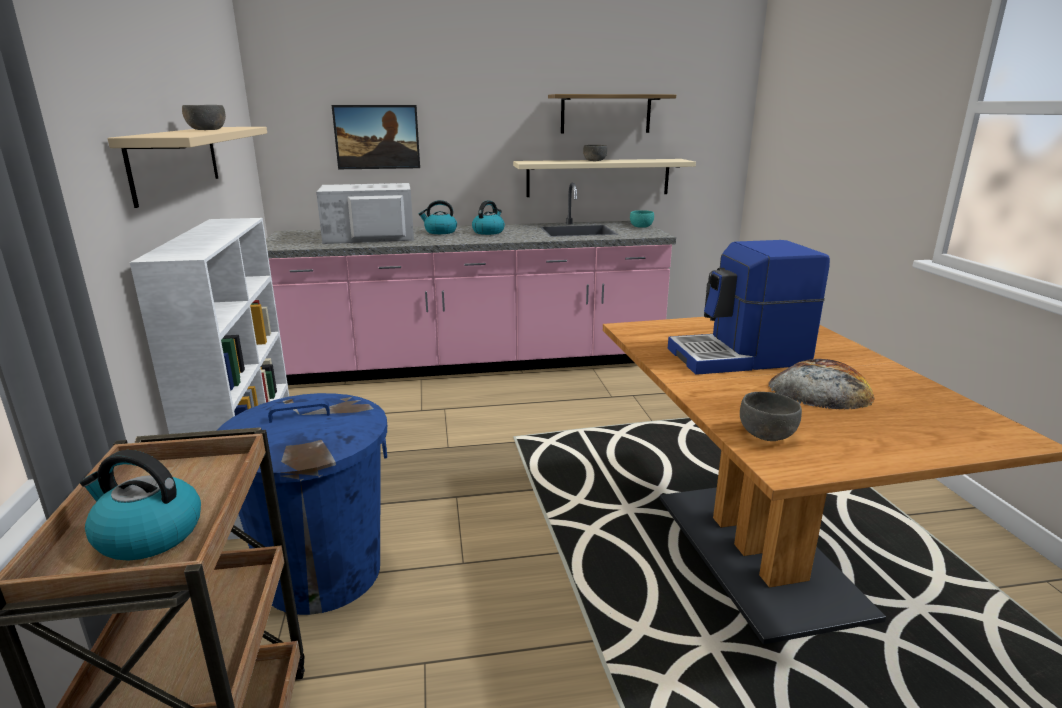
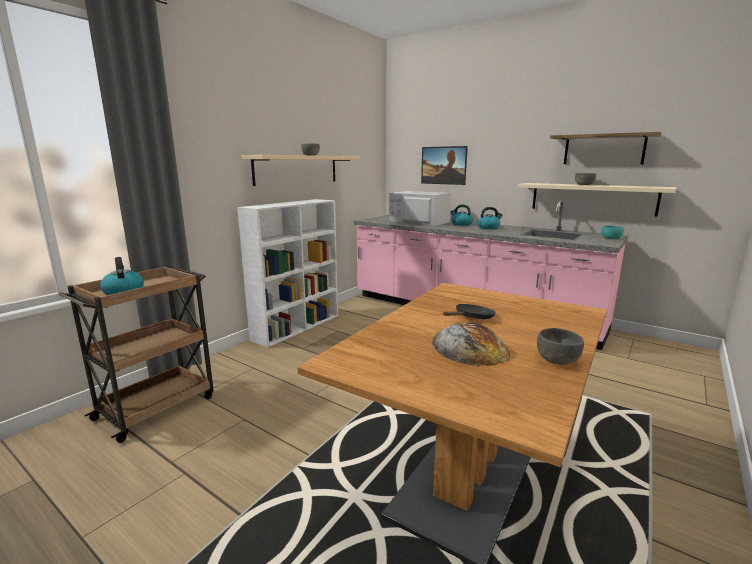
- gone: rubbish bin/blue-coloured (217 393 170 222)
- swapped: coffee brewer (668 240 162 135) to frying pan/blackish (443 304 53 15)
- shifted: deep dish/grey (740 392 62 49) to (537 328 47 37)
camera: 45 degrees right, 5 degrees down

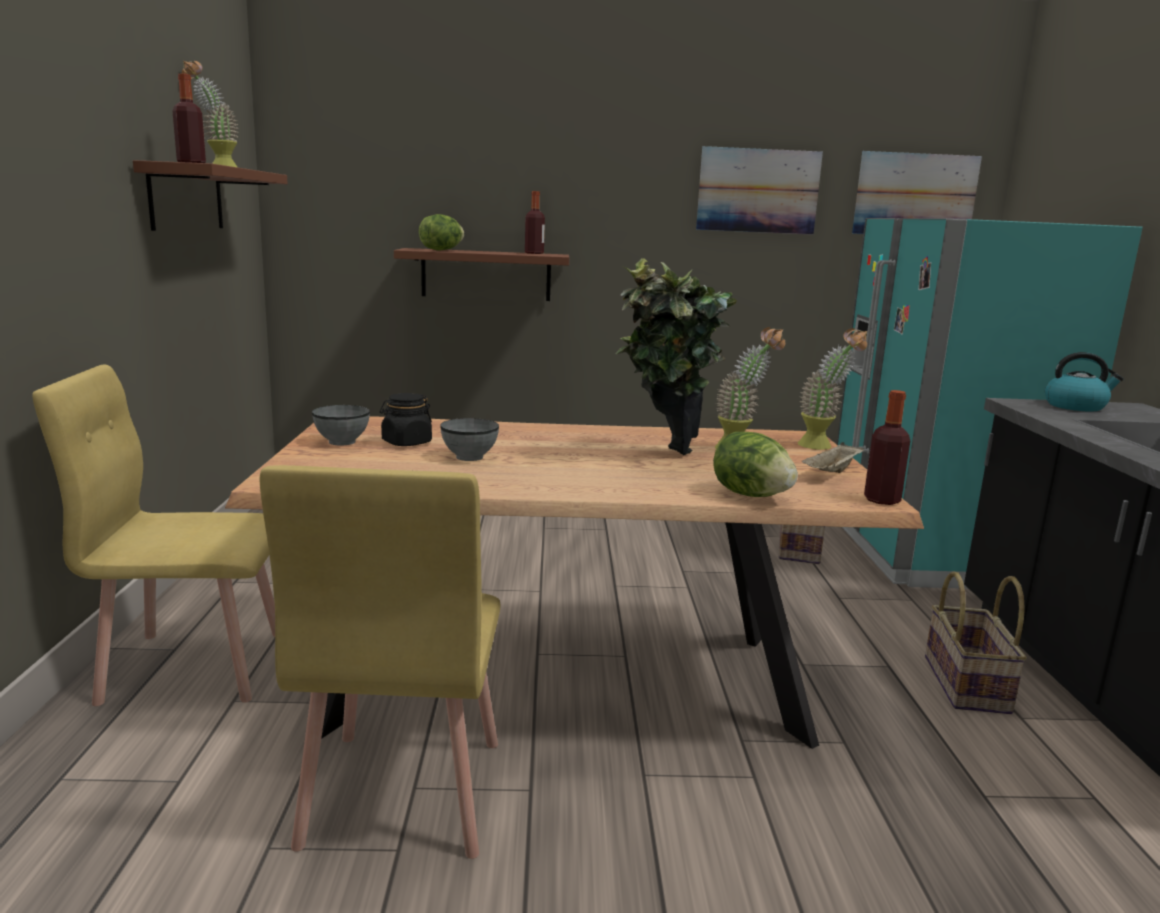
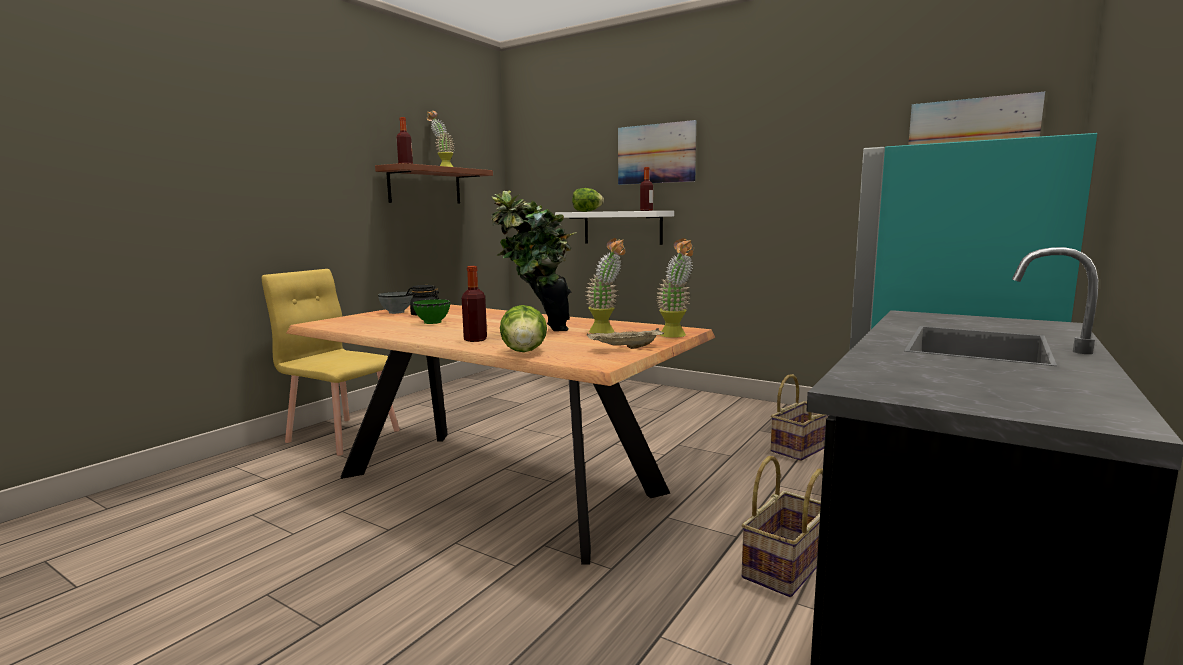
- gone: plain chair/yellowish (260 465 241 394)
- repainted: wall shelf/brownish (394 248 175 53) to wall shelf/white (555 211 119 34)
- repainted: deep dish/grey (440 418 59 43) to deep dish/green (413 299 37 25)
- shifted: wall picture (696 146 127 89) to (618 120 78 65)
- shifted: drink bottle (864 390 46 115) to (462 266 25 76)
- gone: kettle (1045 352 79 60)
camera: 35 degrees right, 5 degrees down

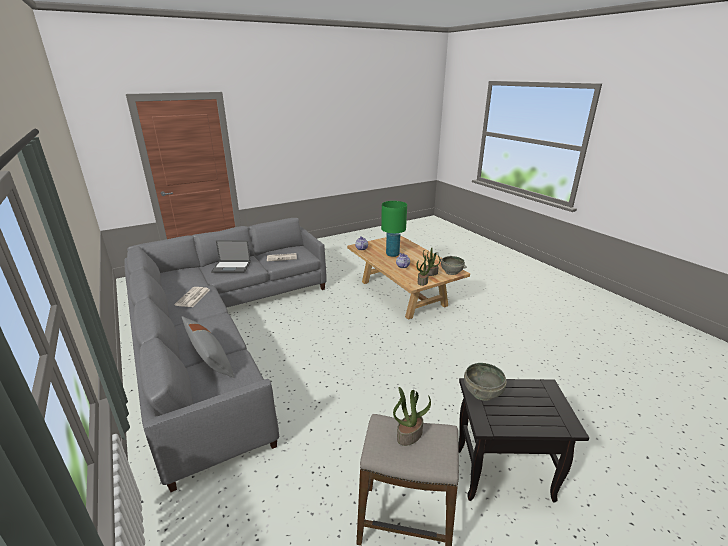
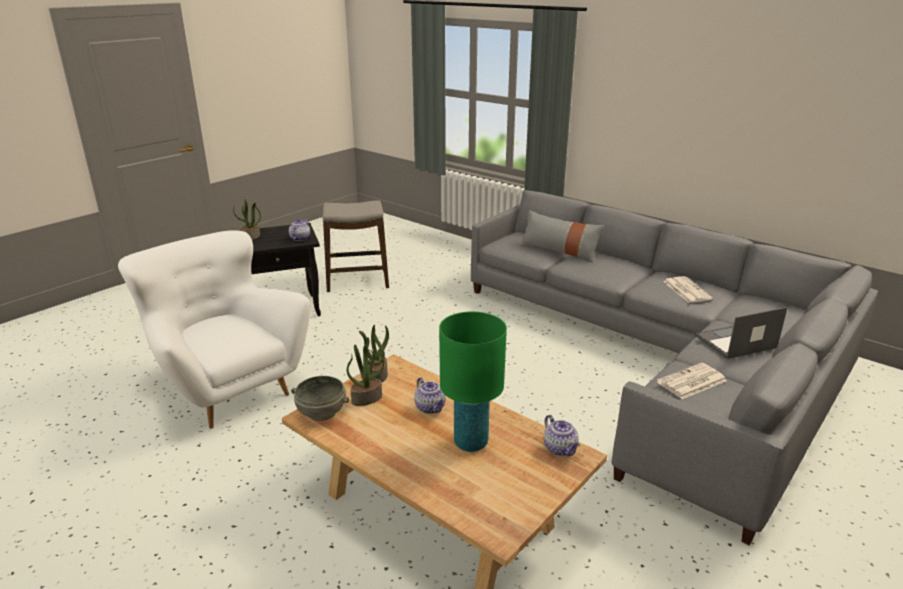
- shifted: plant in a pot (393 387 38 59) to (233 199 28 41)
- swapped: deep dish/grey (464 363 43 38) to pot for tea (289 219 21 22)
- new: armchair/white (118 231 192 198)
camera: 160 degrees right, 0 degrees up

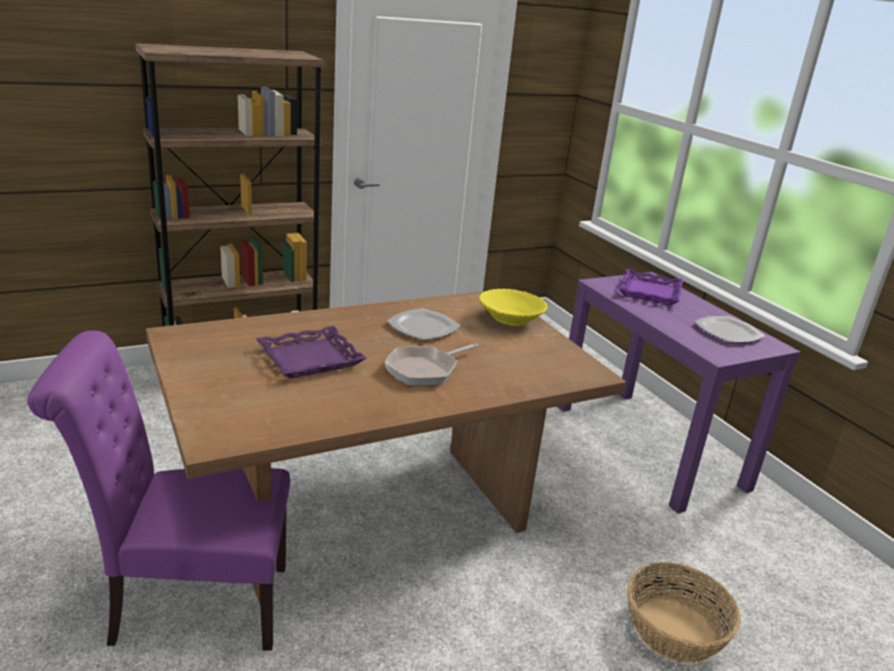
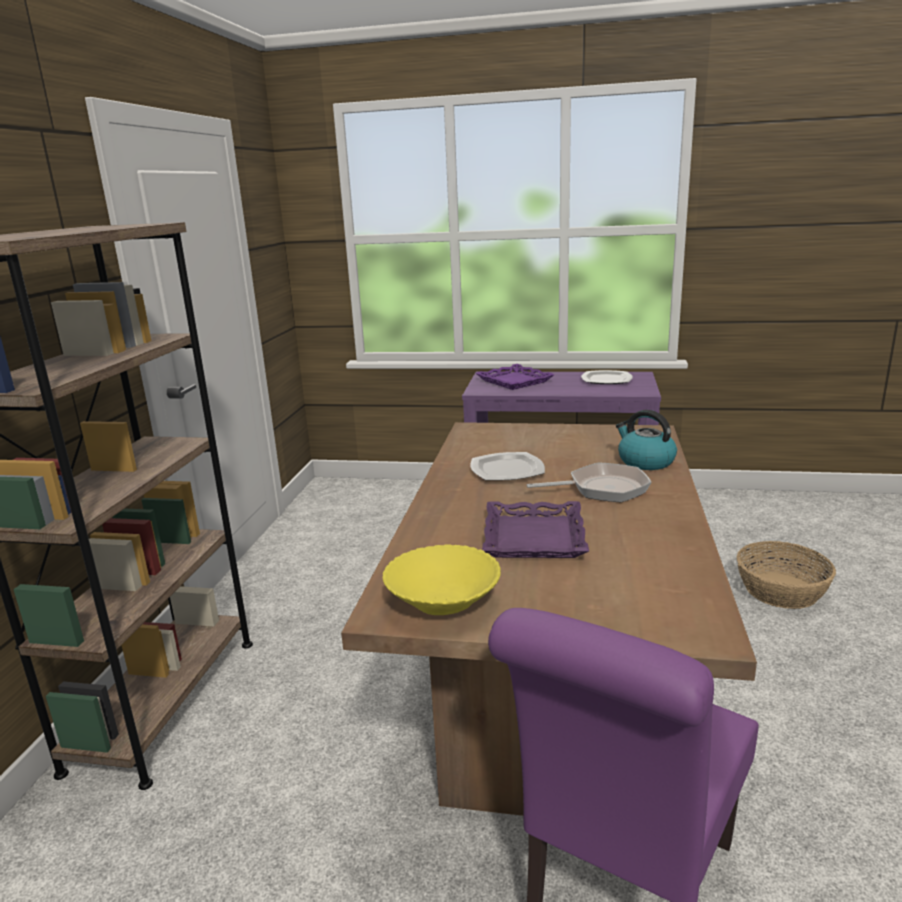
- rotated: frying pan (384 343 94 43) = (527 462 125 40) 90 degrees counterclockwise
- shifted: deep dish/yellowish (479 289 69 37) to (382 544 119 71)
- new: kettle (616 410 61 60)
camera: 50 degrees left, 5 degrees down

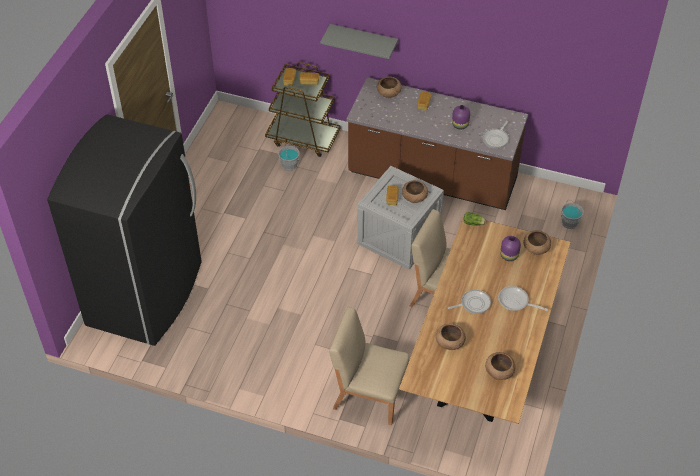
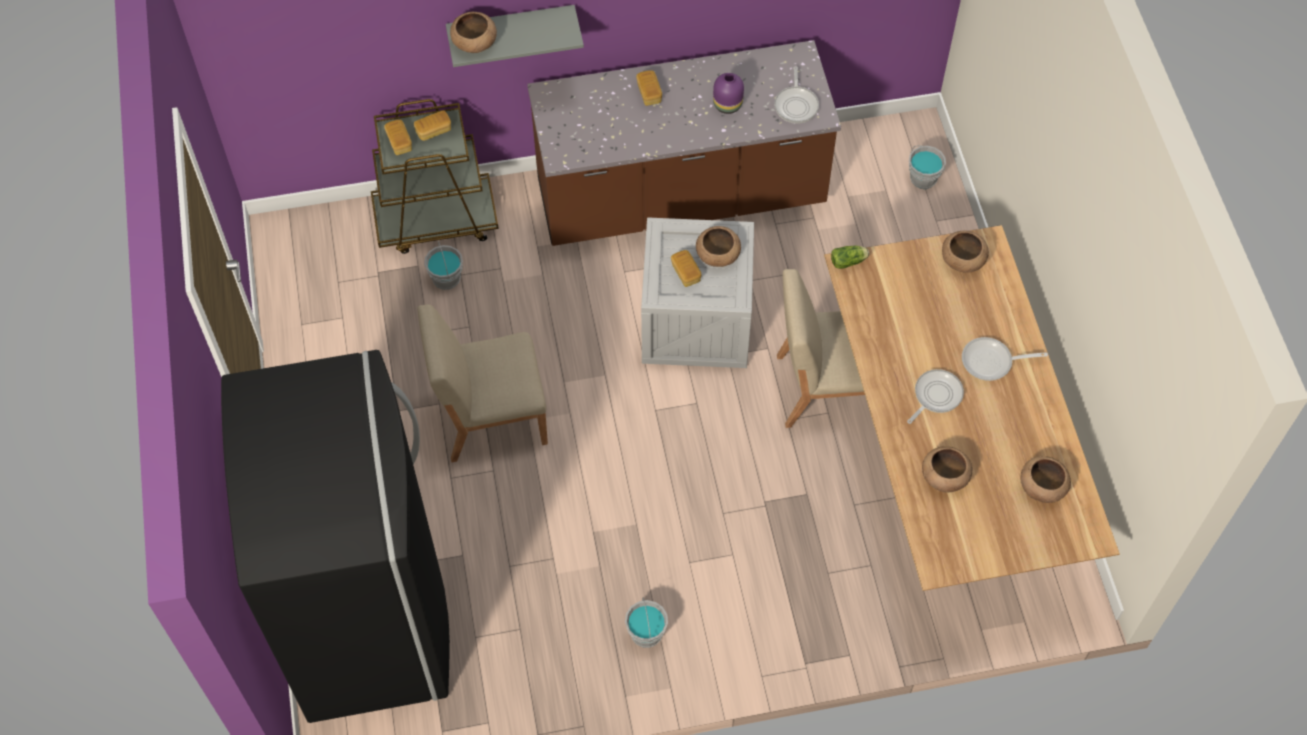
- shifted: plain chair/beige-coloured (329 307 81 118) to (417 304 131 158)
- shifted: deep dish/brownish (377 76 25 22) to (450 12 47 41)
- gone: vase/purple (500 236 21 25)
- new: pail/grey (625 597 43 51)
camera: 30 degrees left, 10 degrees up

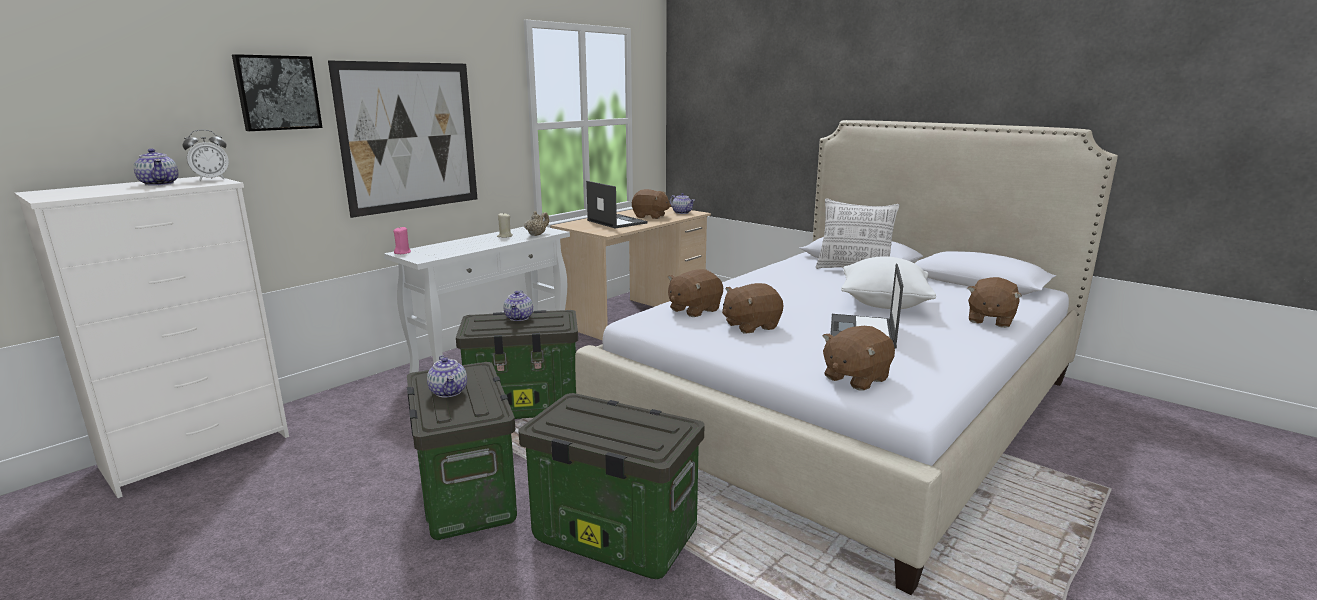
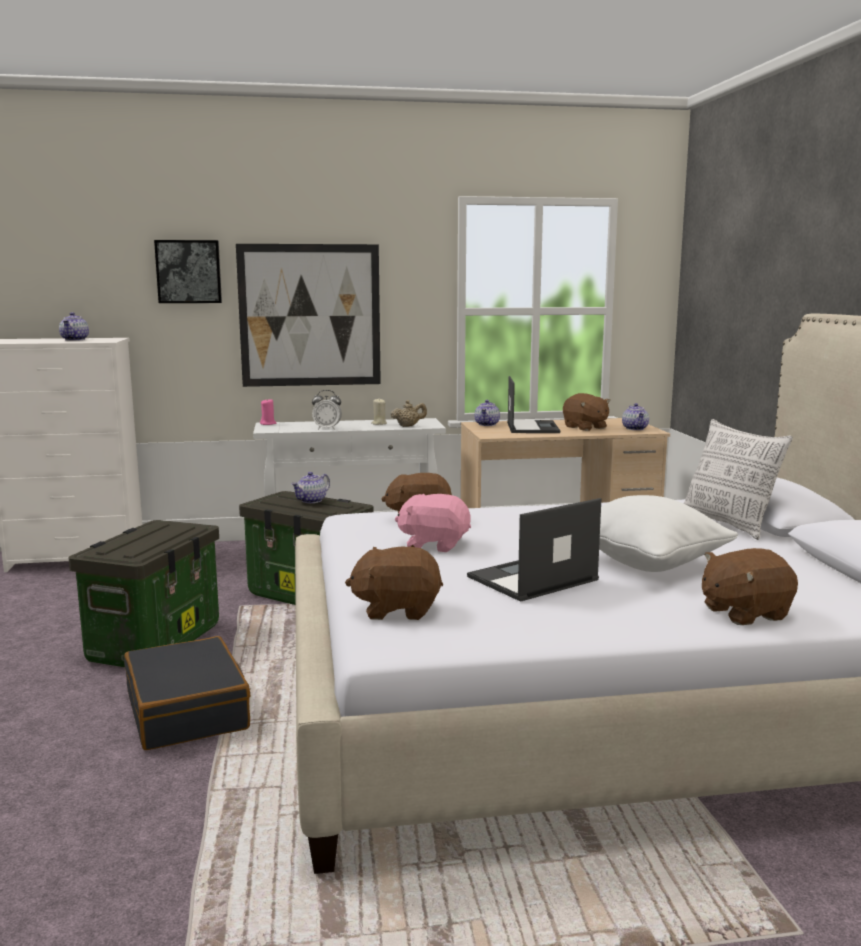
- shifted: table clock (182 130 47 51) to (312 390 30 40)
- shifted: pot for tea (427 355 40 43) to (474 400 26 26)
- swapped: storage container (518 393 186 186) to suitcase/blackish (124 636 126 114)
- repainted: soft toy/brownish (722 283 61 50) to soft toy/pink (395 494 76 58)
camera: 40 degrees right, 5 degrees down

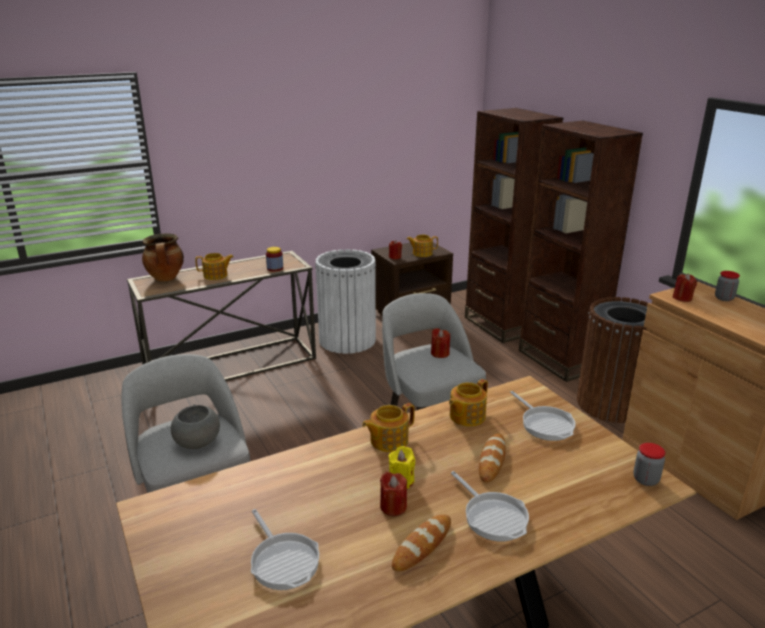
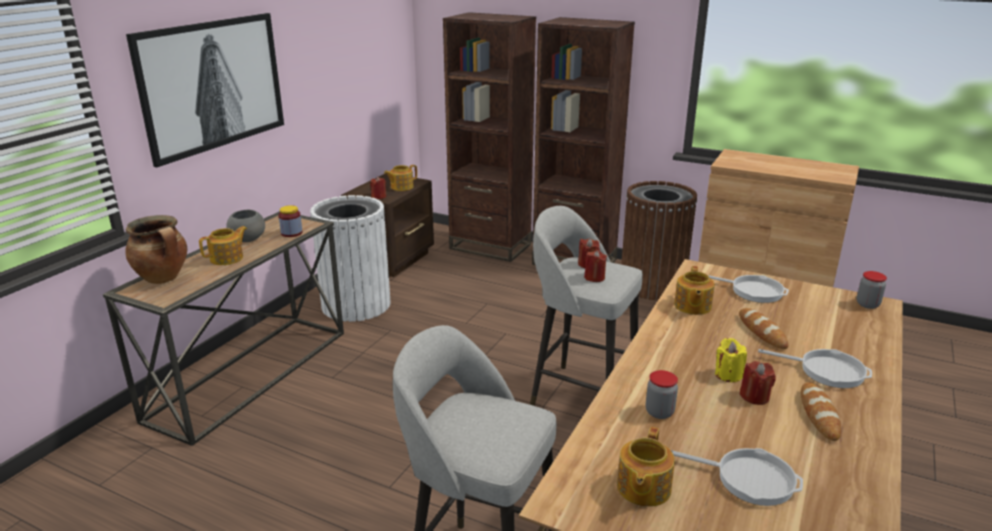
- shifted: deep dish/grey (171 404 49 45) to (226 210 39 32)
- shifted: pot for tea (362 403 53 49) to (617 427 58 80)
- shifted: candle/reddish (673 274 24 28) to (584 250 23 32)
- shifted: preserve jar (715 271 25 30) to (646 370 32 49)
- new: wall picture (126 13 158 154)
camera: 35 degrees left, 0 degrees up

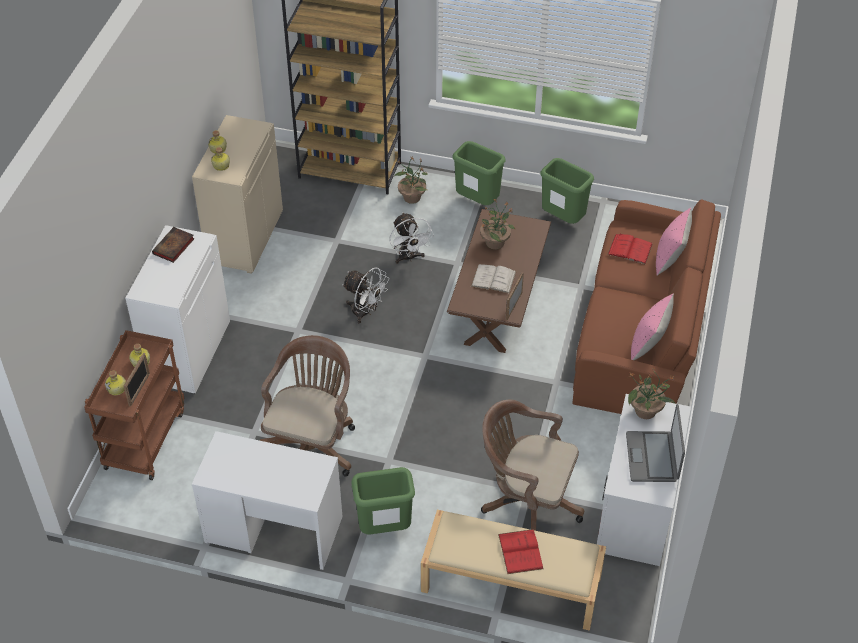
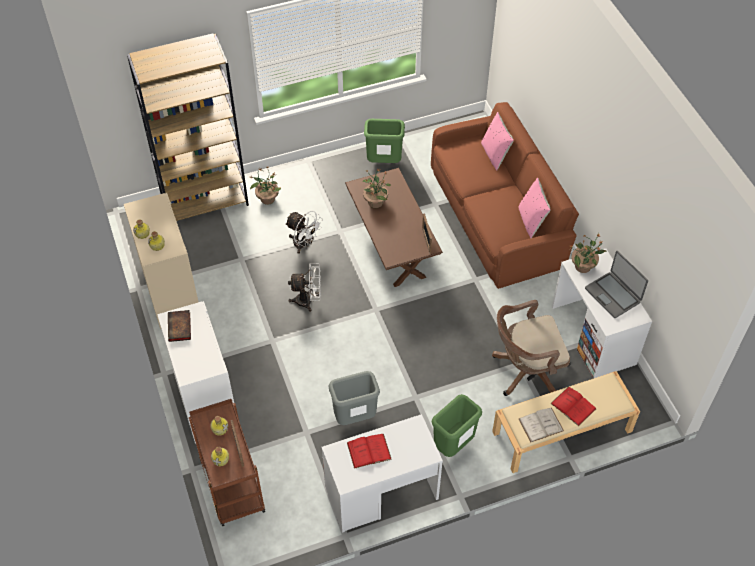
- swapped: computer chair/brownish (259 335 96 142) to rubbish bin/grey (329 371 51 54)
- gone: rubbish bin/green (452 141 54 64)
- shifted: bound book/white (471 264 45 30) to (519 408 45 34)
- shifted: bound book/reddish (607 234 46 31) to (347 434 45 35)
camera: 35 degrees left, 5 degrees up

